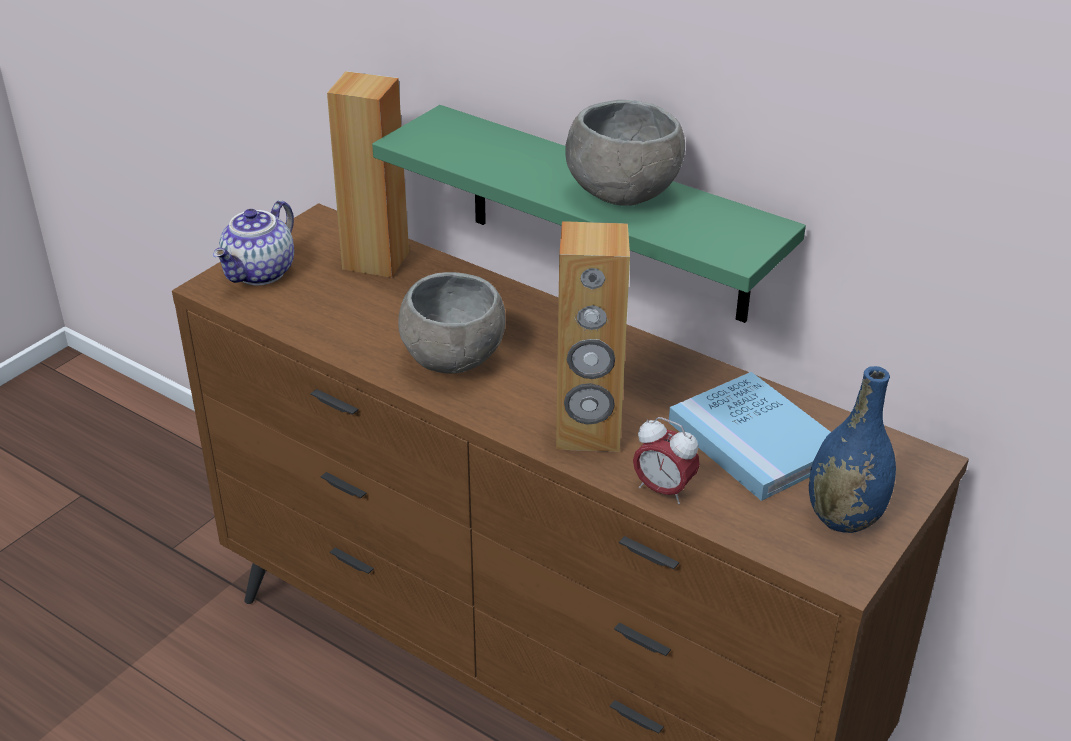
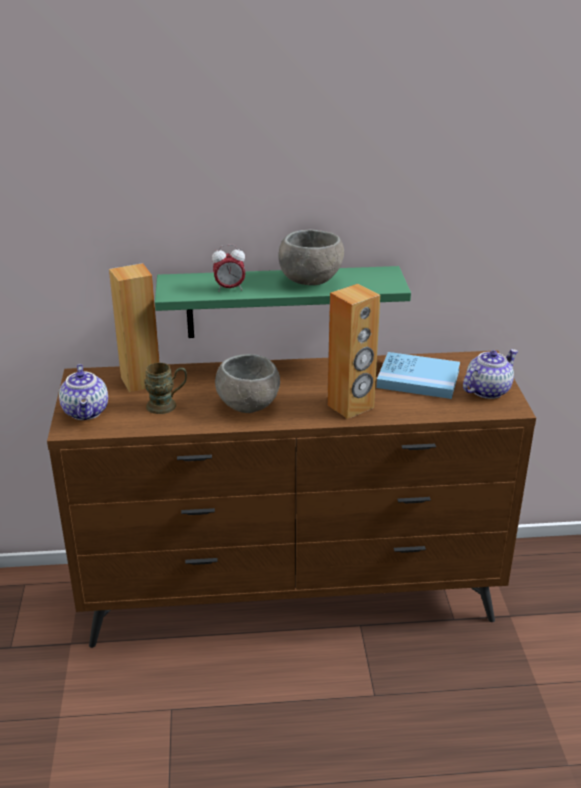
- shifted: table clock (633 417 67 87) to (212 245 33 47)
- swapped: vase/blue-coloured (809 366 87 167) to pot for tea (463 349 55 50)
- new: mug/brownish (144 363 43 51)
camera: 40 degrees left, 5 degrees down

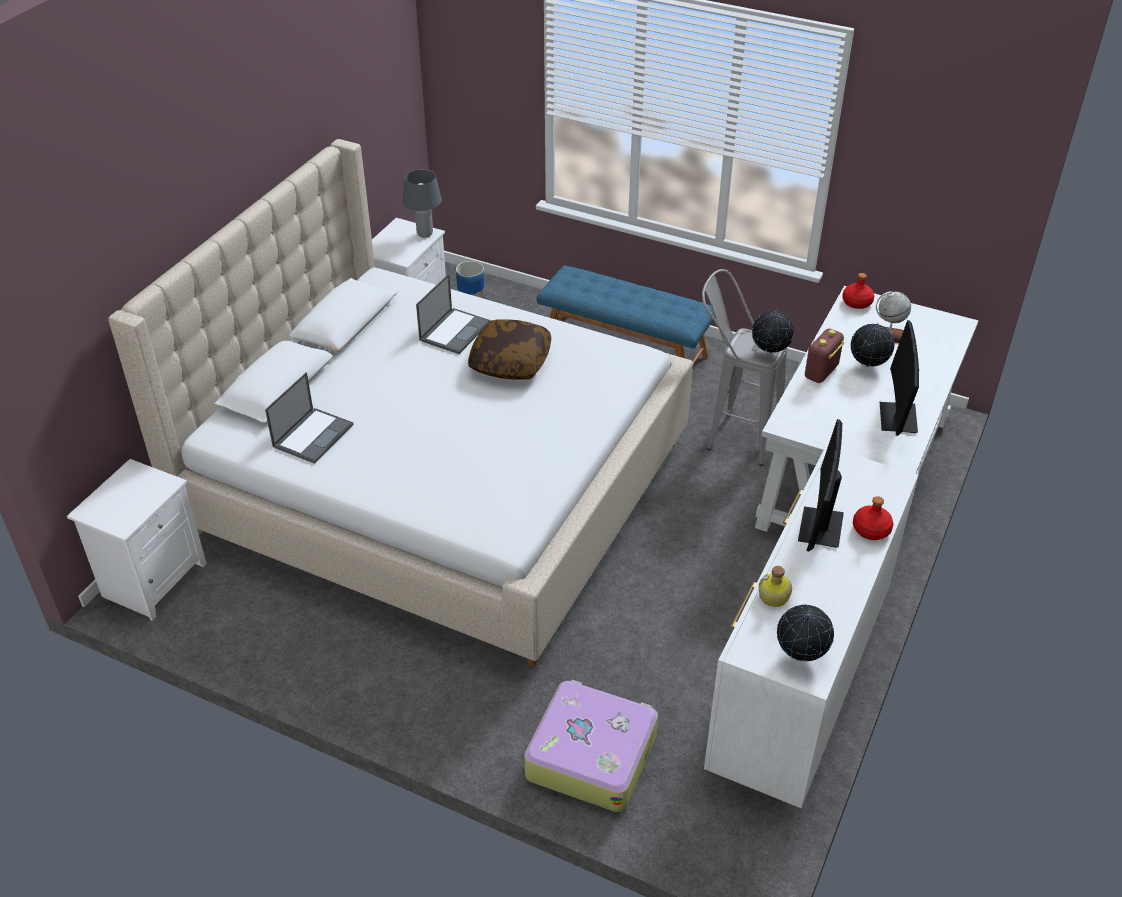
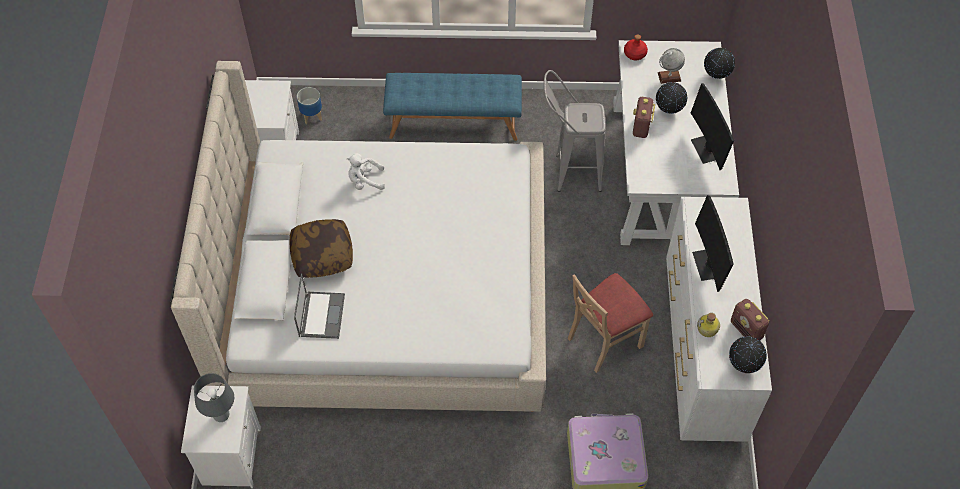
- shifted: table lamp/grey (403 169 39 69) to (194 373 40 49)
- swapped: notebook computer (416 274 74 80) to soft toy/white (347 153 38 37)
- shifted: pillow (468 319 83 61) to (289 219 64 59)
- shifted: desk globe (752 310 42 44) to (704 48 31 31)
- gone: drink bottle/reddish (853 496 40 44)
- new: plain chair/beige-coloured (568 273 85 100)
- new: radio receiver (731 299 39 42)
camera: 25 degrees left, 15 degrees up

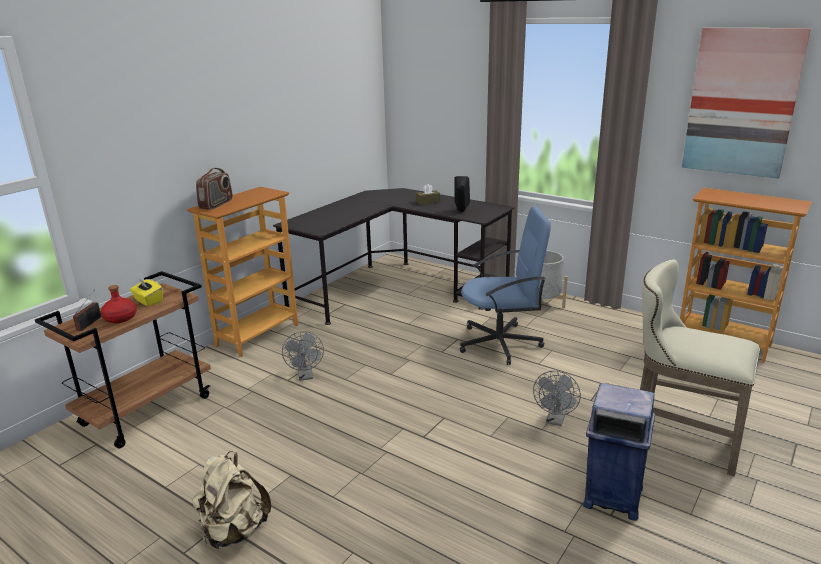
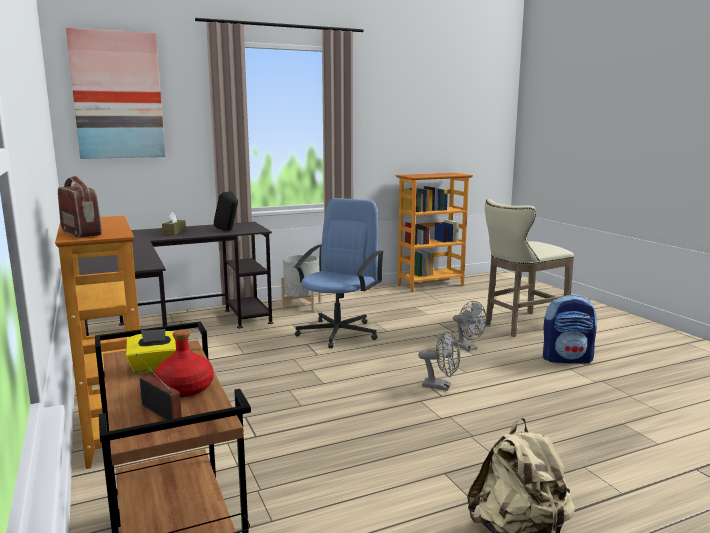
- shifted: electric fan/grey (282 331 42 50) to (418 331 42 60)
- swapped: rubbish bin/blue-coloured (583 383 72 138) to rucksack (543 295 54 69)
- shifted: wall picture (682 28 129 151) to (66 28 99 131)
camera: 60 degrees left, 10 degrees down

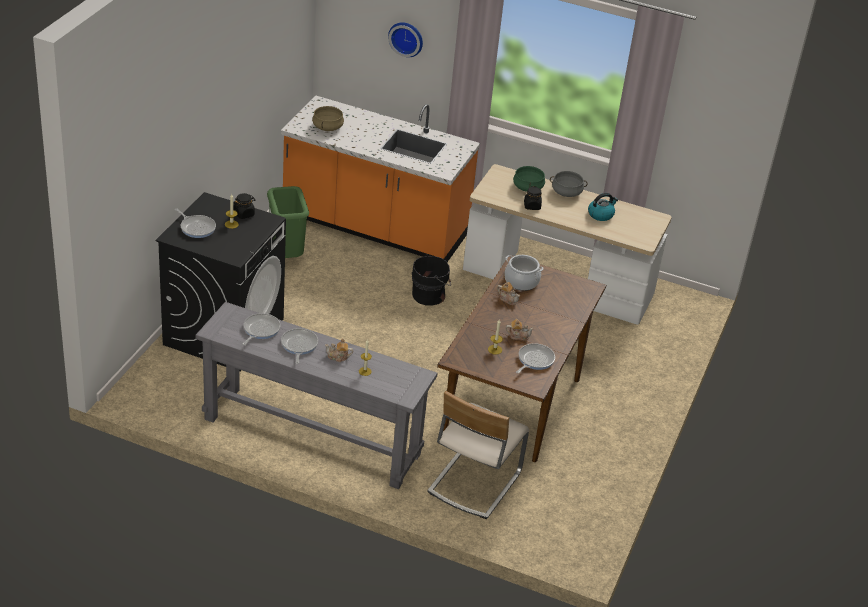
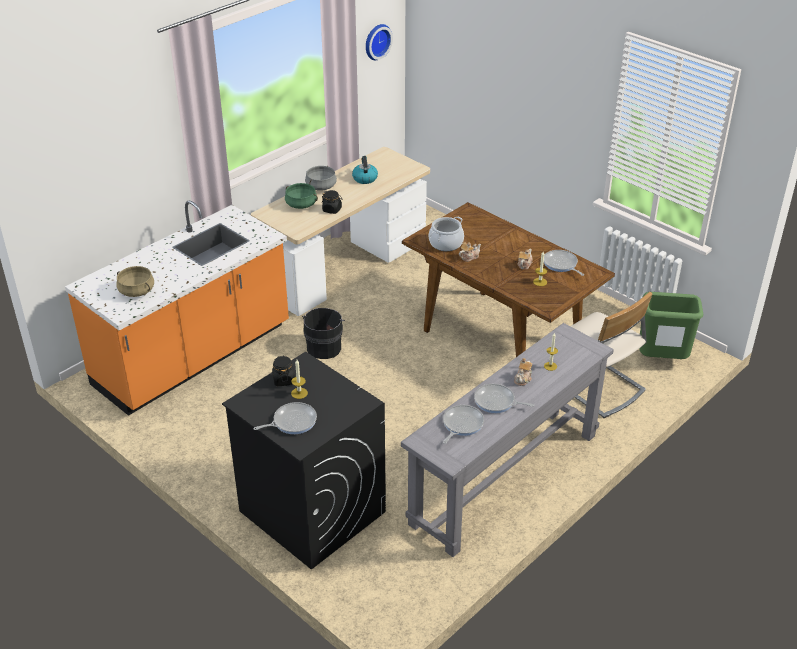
- rotated: frying pan (243 313 38 32) = (443 405 41 39) 75 degrees clockwise
- shifted: rubbish bin/green (267 186 42 72) to (639 292 64 67)
- shifted: hanging clock (388 22 35 35) to (366 24 27 36)
camera: 65 degrees left, 0 degrees up

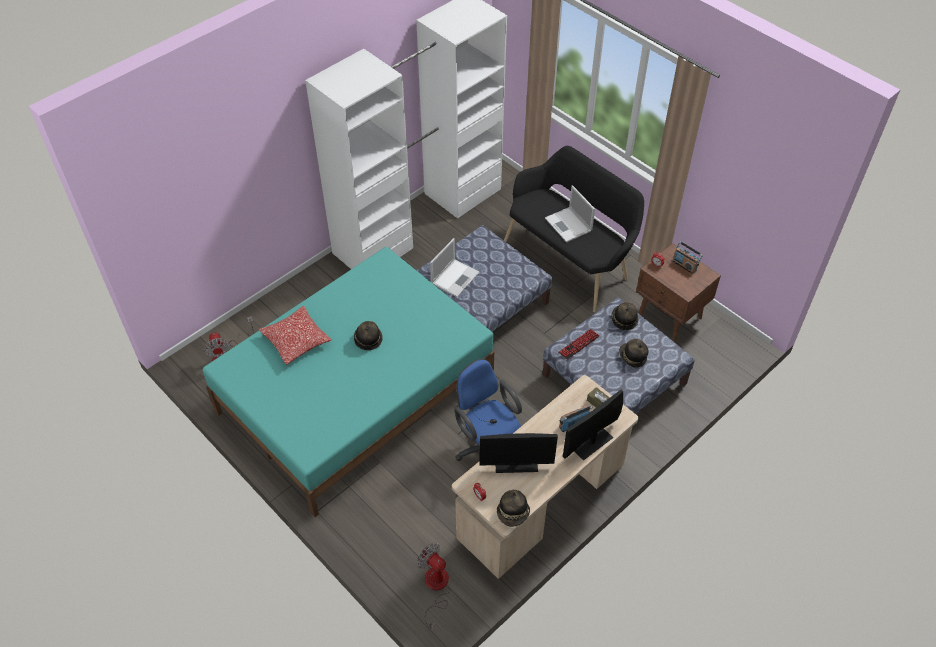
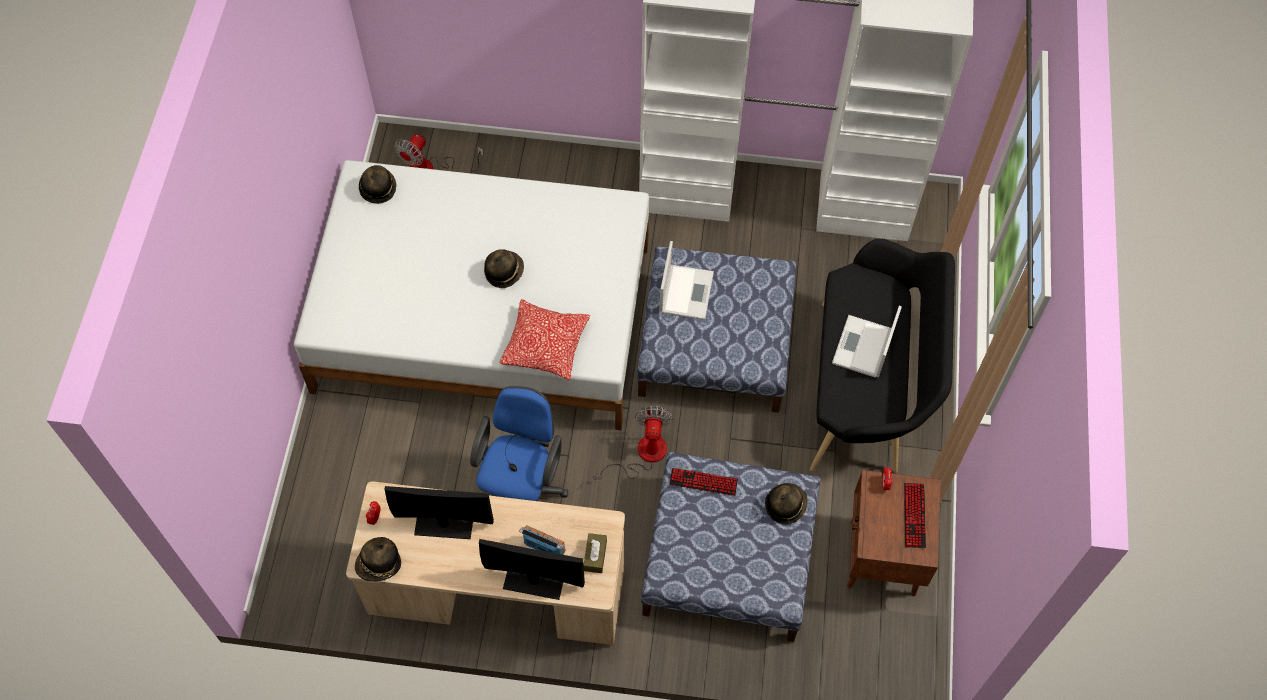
- repainted: sleeping bed/turquoise-coloured (202 247 292 270) to sleeping bed/white (294 160 355 270)
- shifted: pillow (259 306 73 59) to (500 299 90 81)
- shifted: electric fan (417 543 33 87) to (593 406 80 74)
- rotated: notebook computer (430 238 50 59) = (659 241 55 79) 75 degrees counterclockwise
- rotated: computer screen (480 433 78 40) = (384 486 110 53) 135 degrees clockwise
- shifted: wearable hat (619 339 30 29) to (359 165 37 39)
- swapped: radio receiver (672 241 31 33) to computer keyboard (904 483 22 65)
camera: 50 degrees right, 10 degrees up

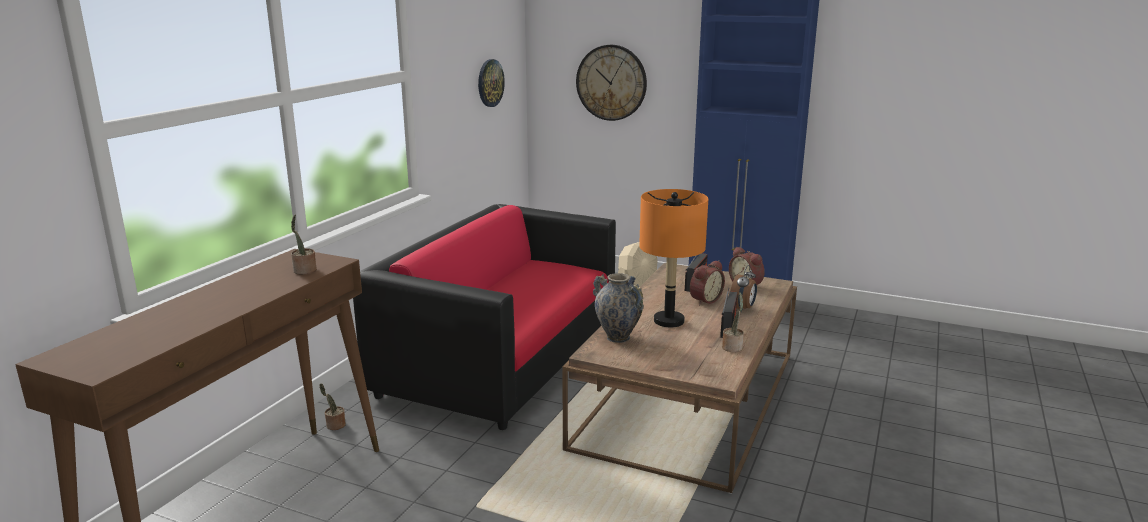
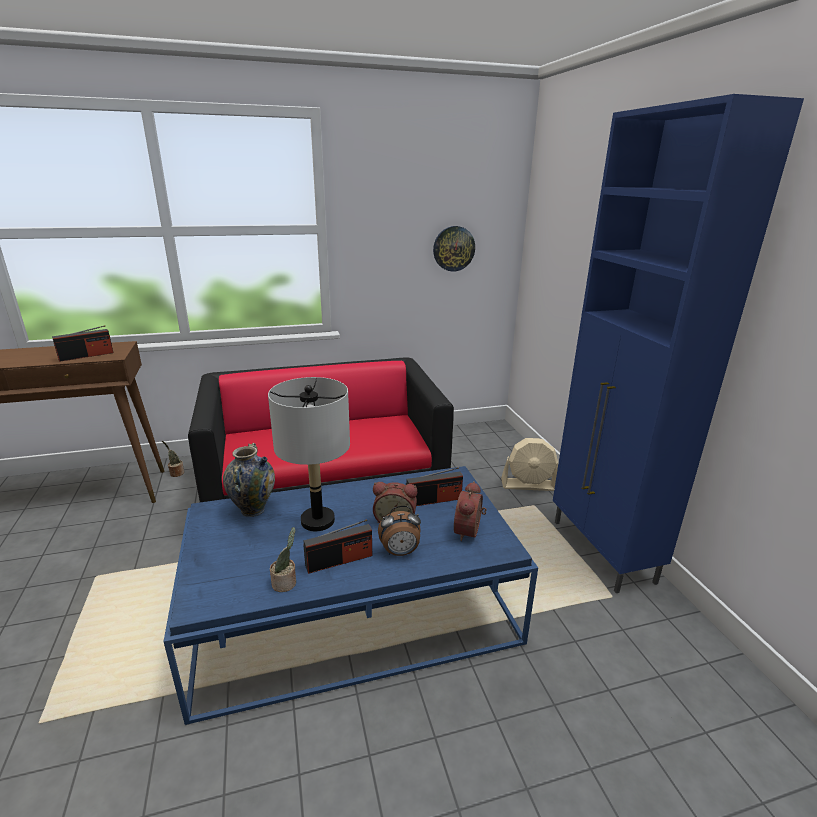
- swapped: plant in a pot (291 214 26 60) to radio receiver (52 325 61 37)
- repainted: lounge table/brownish (562 263 235 231) to lounge table/blue-coloured (163 466 375 259)
- gone: hanging clock (576 45 71 76)
- repainted: table lamp/orange (639 189 69 138) to table lamp/grey (268 377 82 154)
camera: 50 degrees right, 5 degrees up

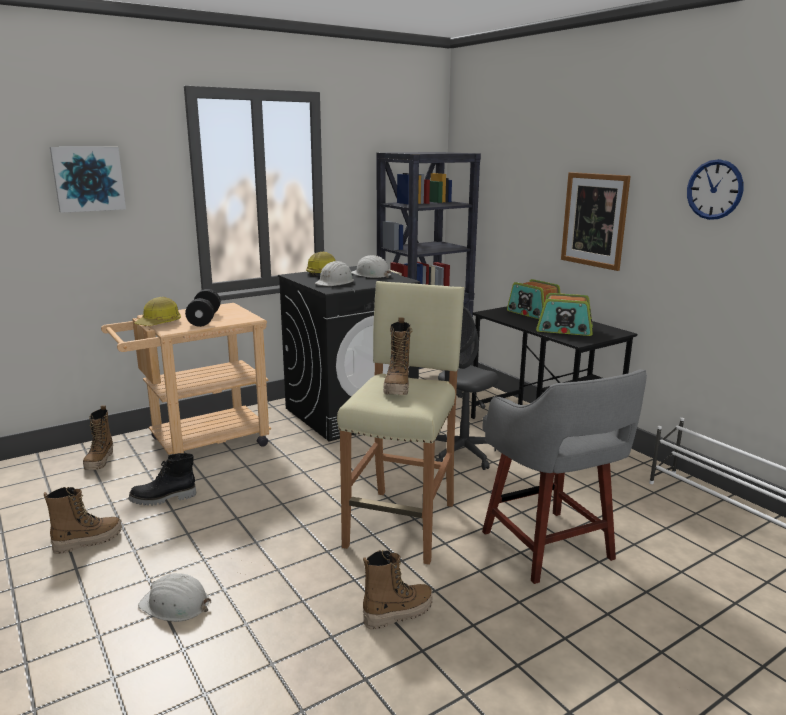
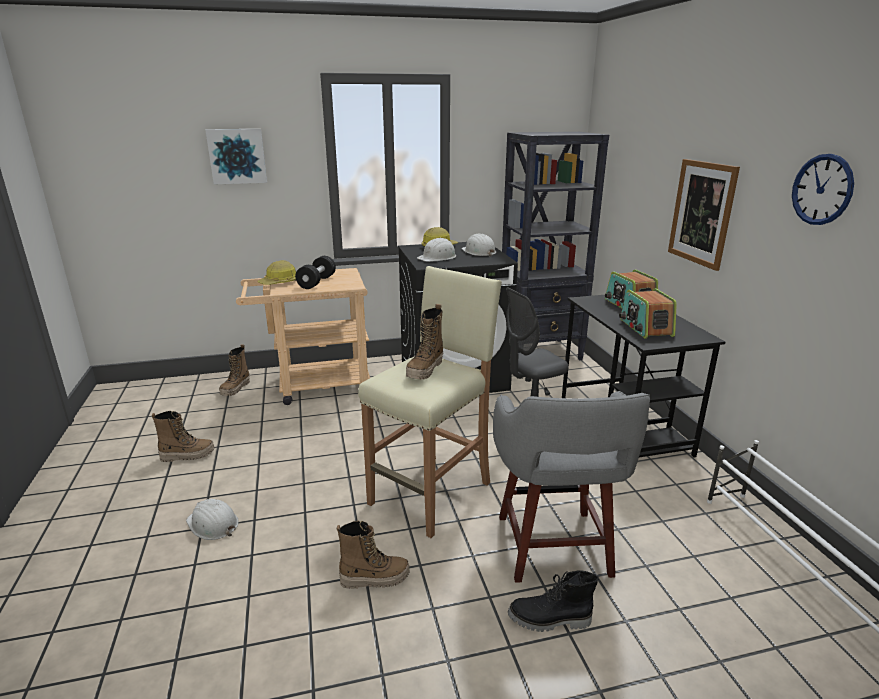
- shifted: high-top boot/blackish (128 453 68 53) to (508 570 90 62)
- rotated: radio receiver (536 293 57 43) = (619 288 58 50) 45 degrees clockwise
camera: 20 degrees right, 5 degrees up

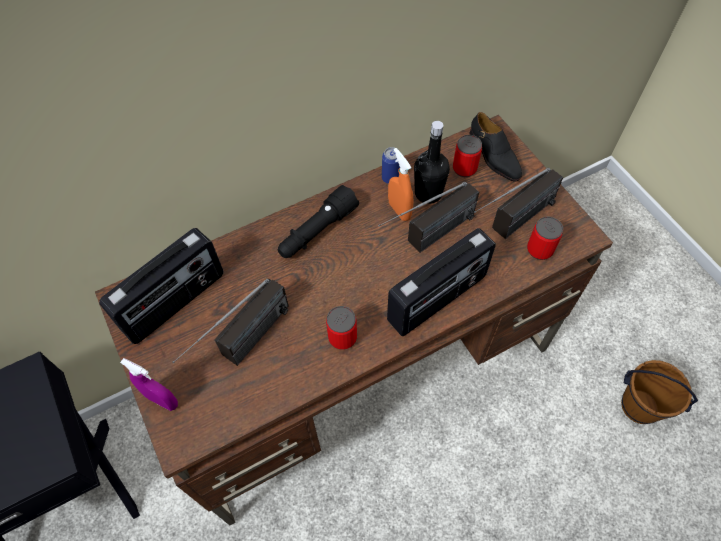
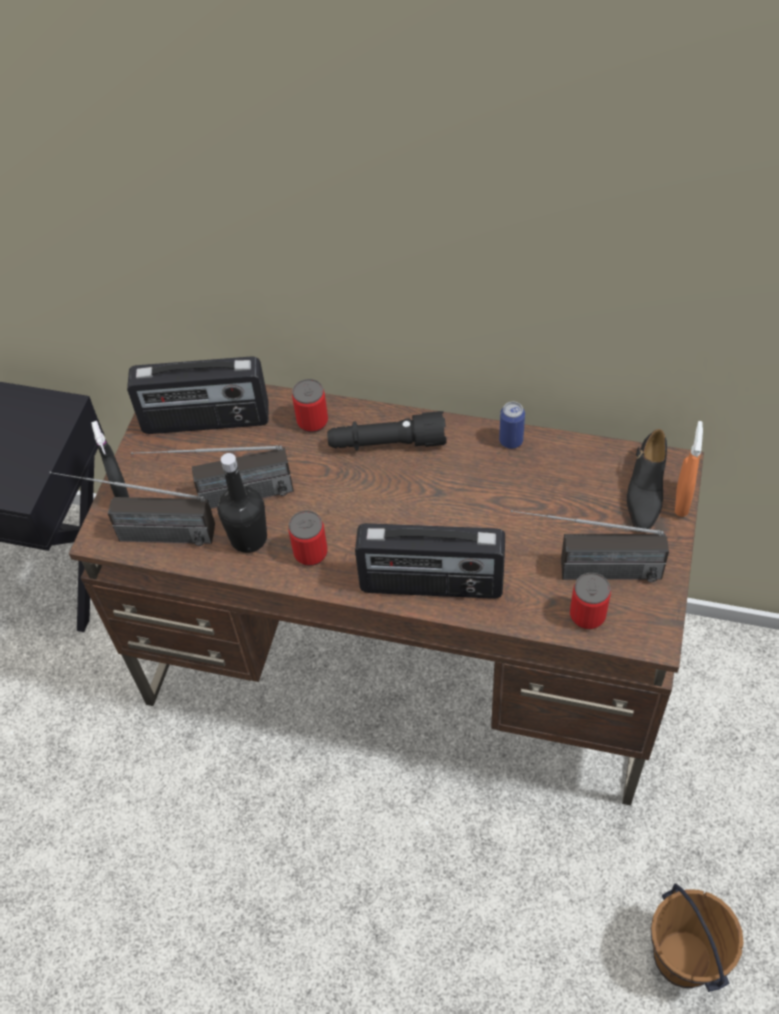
- repainted: hand sprayer/purple (120 358 58 53) to hand sprayer/blackish (91 421 38 76)
- shifted: radio receiver (378 182 101 71) to (49 472 166 74)
- shifted: hand sprayer/orange (388 148 25 73) to (675 421 28 96)
- shifted: drink bottle/blackish (414 121 36 83) to (217 453 50 100)
- shifted: sealed can (453 135 29 42) to (292 379 36 54)
camera: 45 degrees right, 5 degrees down

